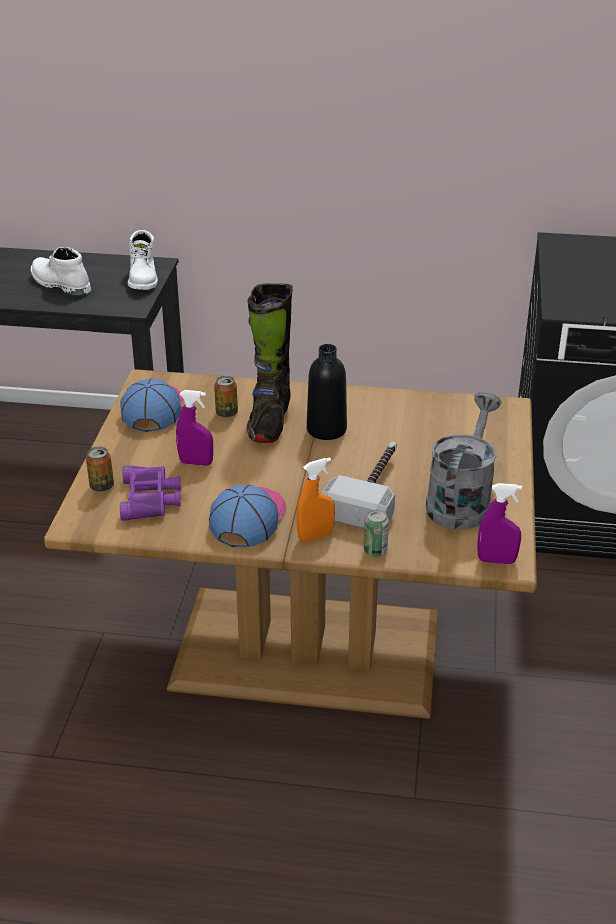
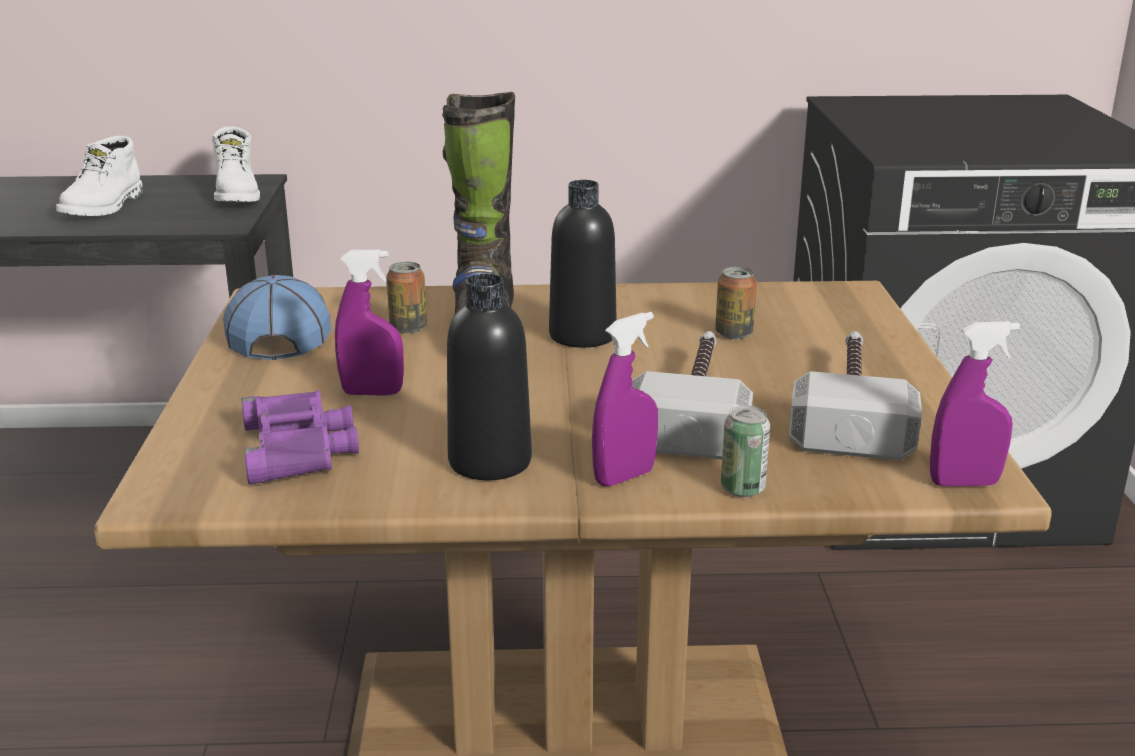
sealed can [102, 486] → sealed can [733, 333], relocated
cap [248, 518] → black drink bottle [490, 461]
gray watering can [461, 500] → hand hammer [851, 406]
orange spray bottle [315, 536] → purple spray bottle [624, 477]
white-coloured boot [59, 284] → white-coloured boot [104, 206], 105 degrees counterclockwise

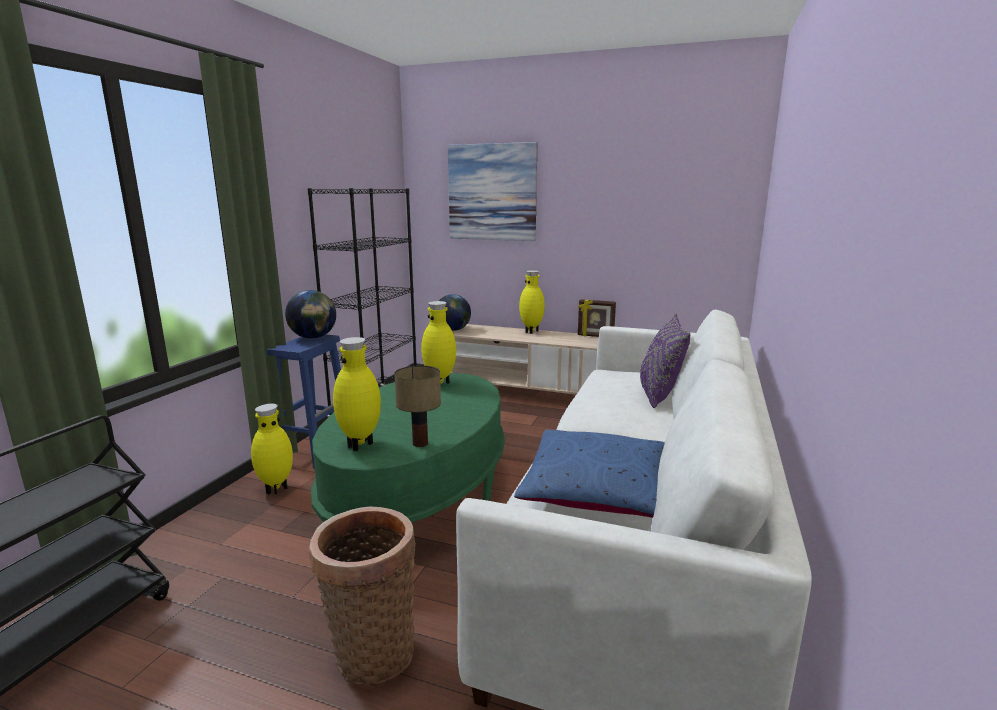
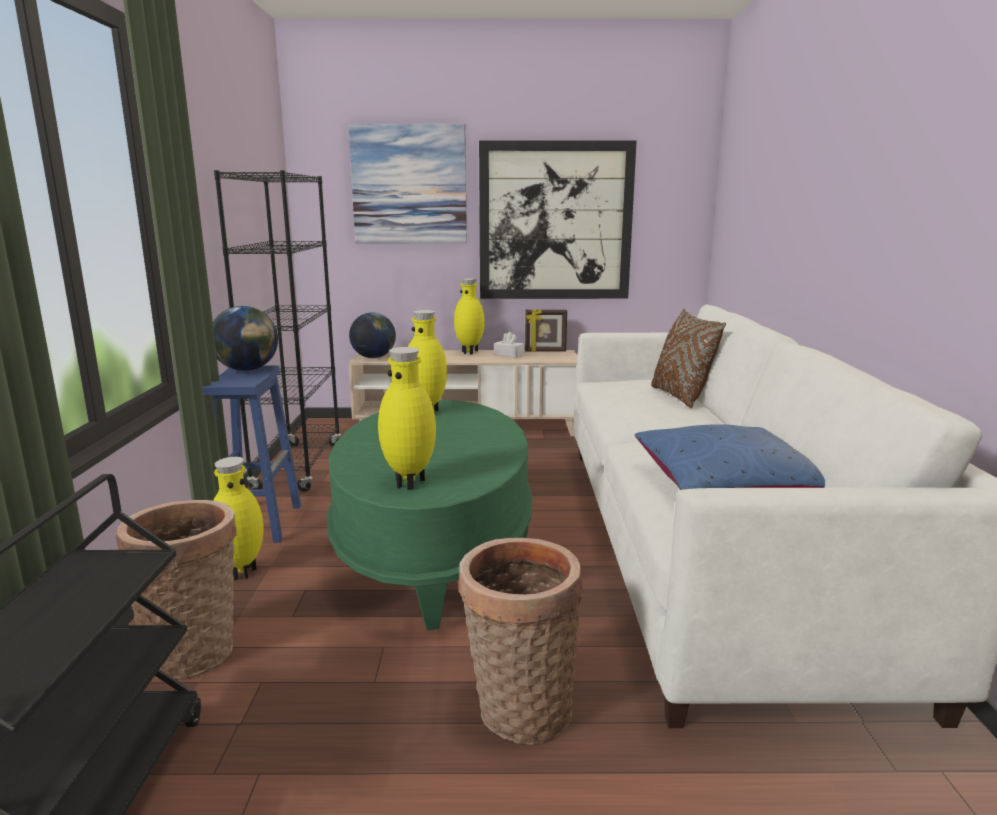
lamp for a table [419, 444] → -
- → household basket [195, 650]
- → picture [555, 221]
- → white-coloured tissue box [508, 355]
purple pillow [658, 395] → brownish pillow [680, 397]

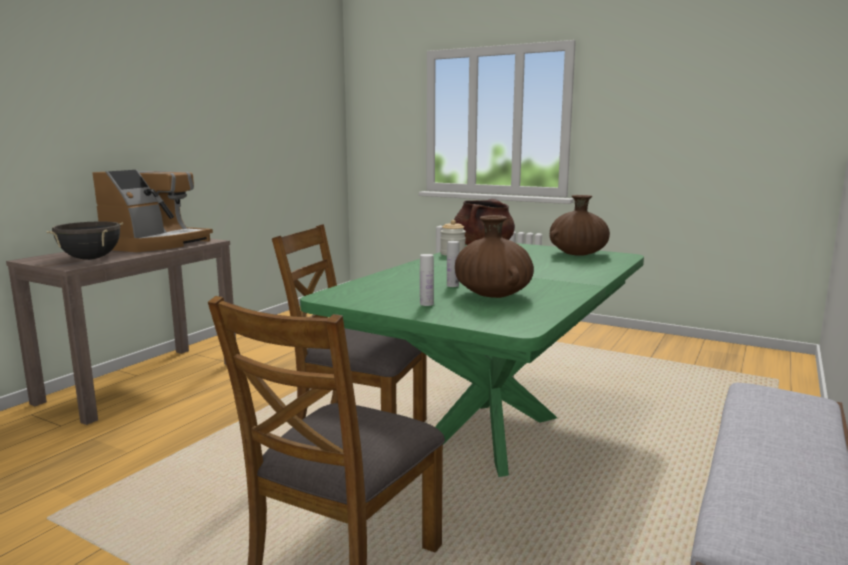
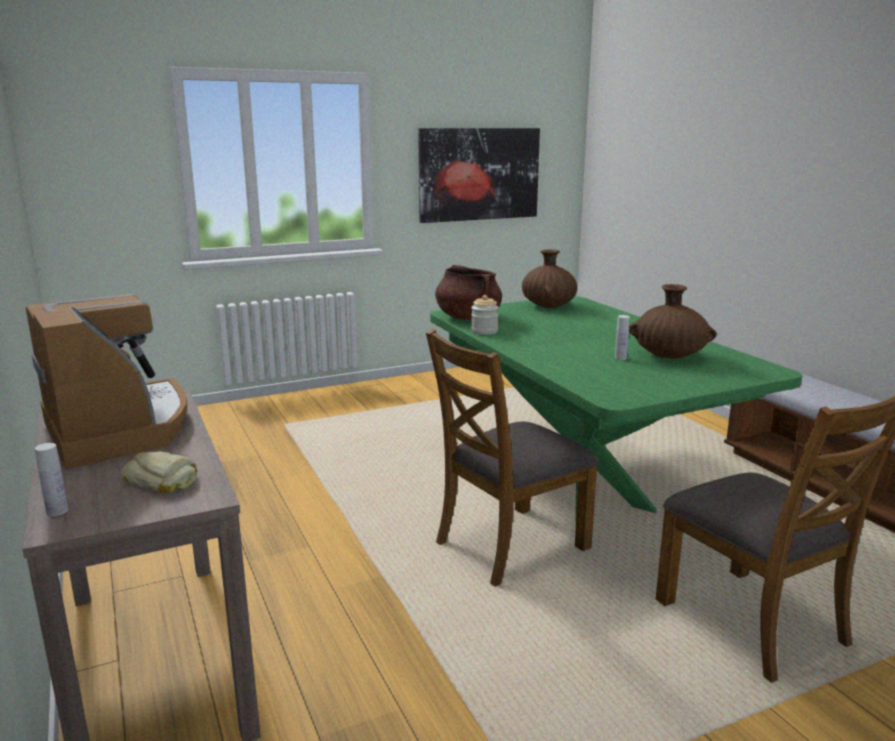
- → picture [479, 174]
white-coloured drink bottle [426, 304] → white-coloured drink bottle [57, 511], relocated
black saucepot [90, 259] → bread [161, 480]

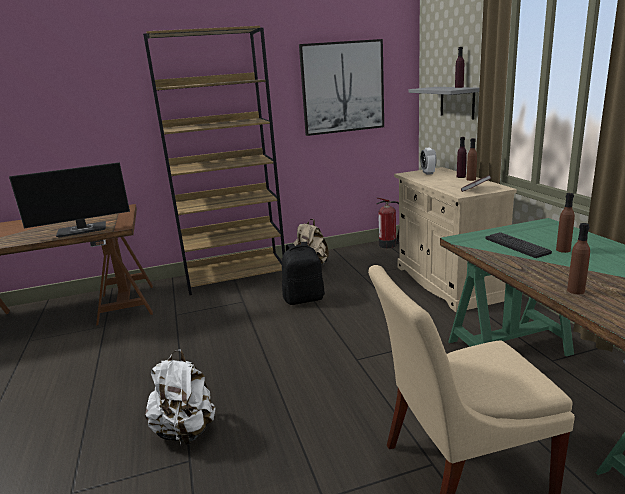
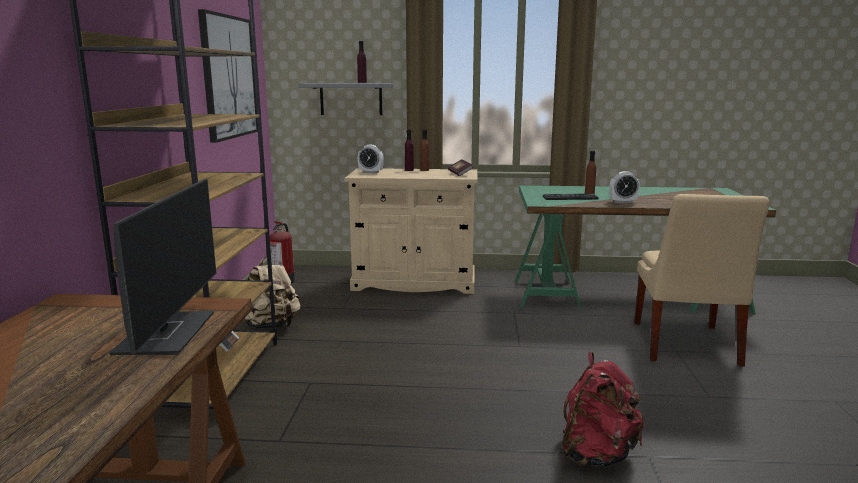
black backpack [304, 299] → -
brownish drink bottle [575, 290] → -
- → bedside clock [623, 202]
white-coloured backpack [186, 431] → reddish backpack [597, 454]

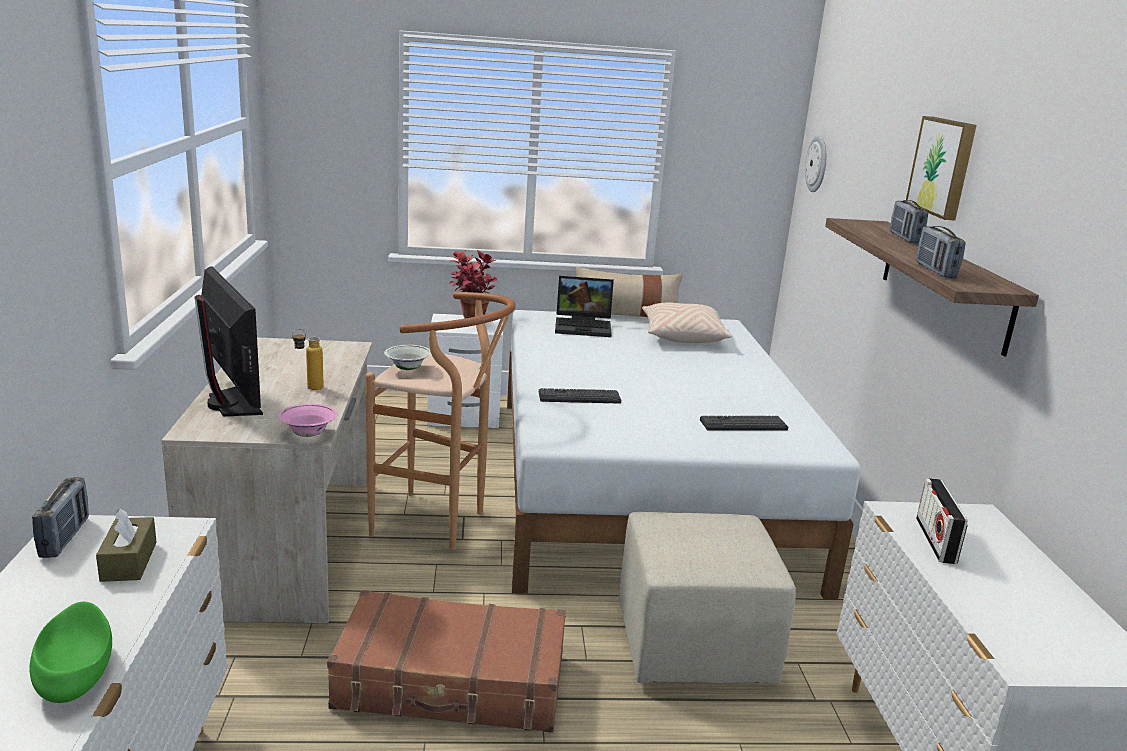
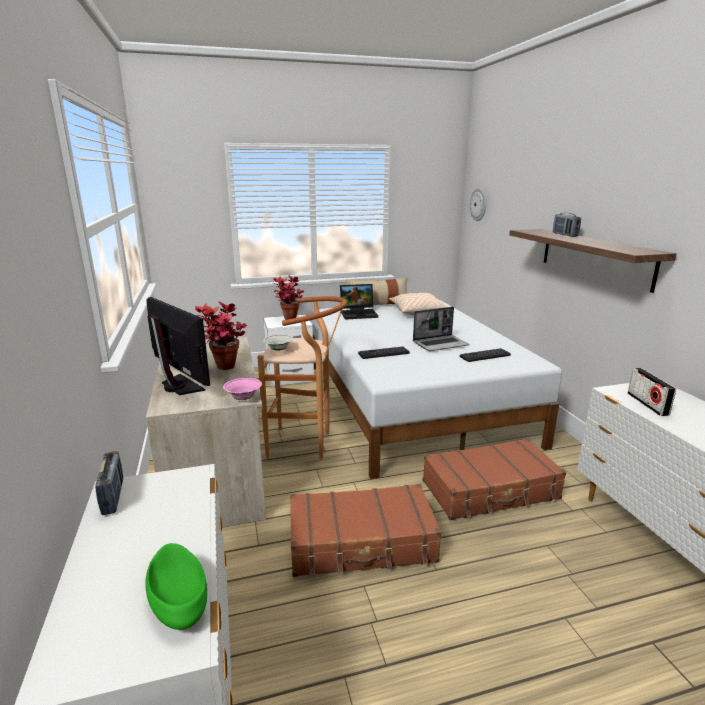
brownish tissue box [129, 561] → -
picture [943, 167] → -
radio receiver [935, 270] → -
- → portable computer [440, 344]
drink bottle [308, 388] → houseplant [225, 369]
sand-coloured pouffe [695, 645] → brownish piece of luggage [491, 490]

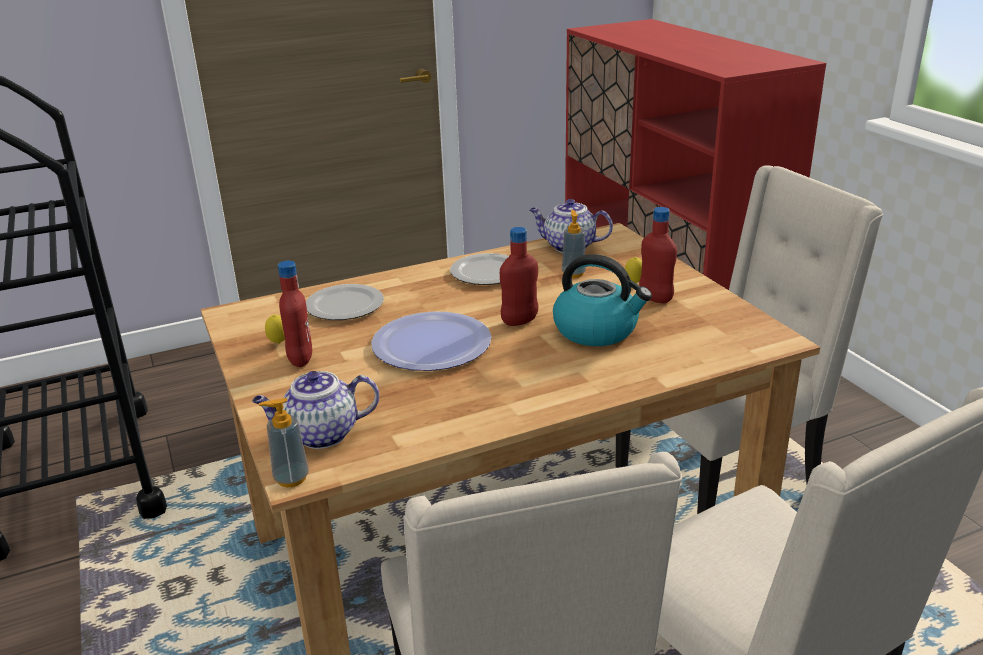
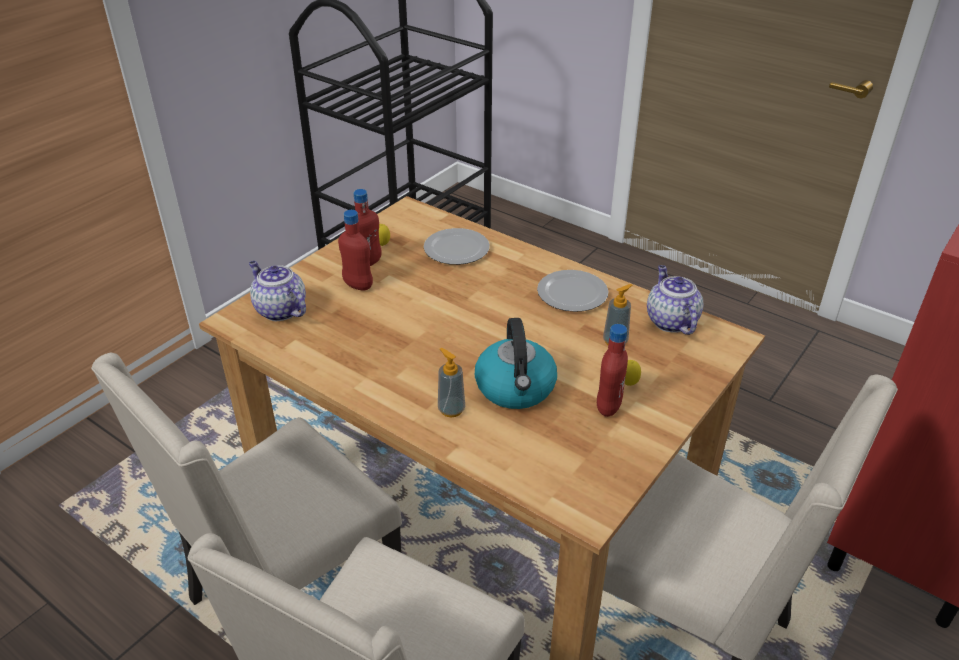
plate [431, 344] → -
soap bottle [291, 478] → soap bottle [451, 409], relocated
reddish drink bottle [519, 321] → reddish drink bottle [358, 285], relocated

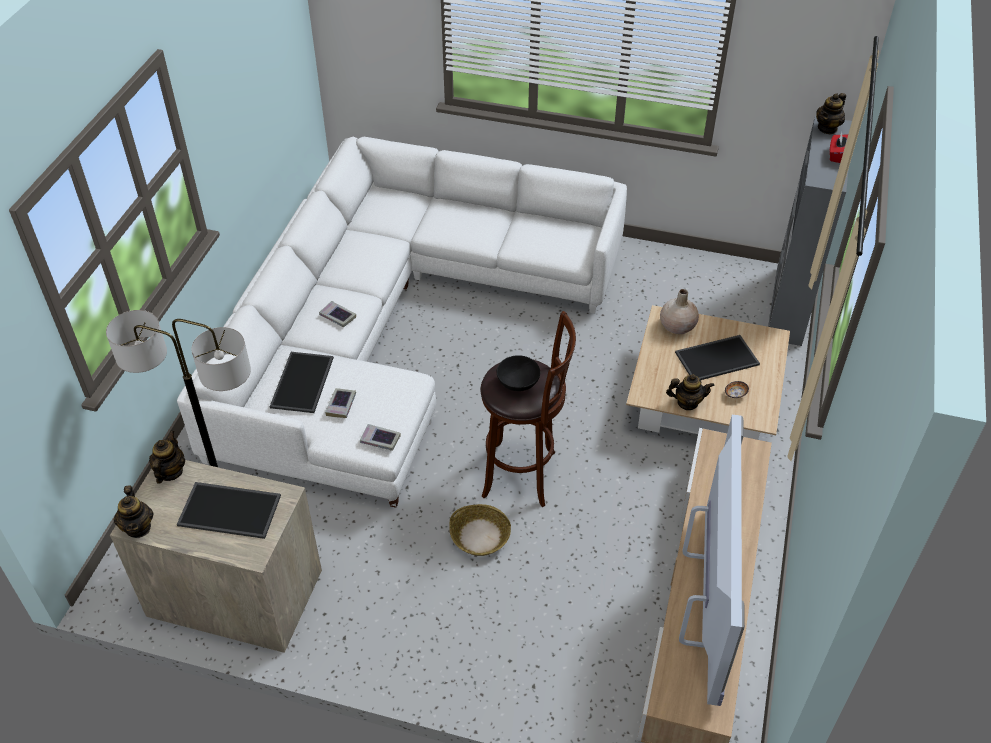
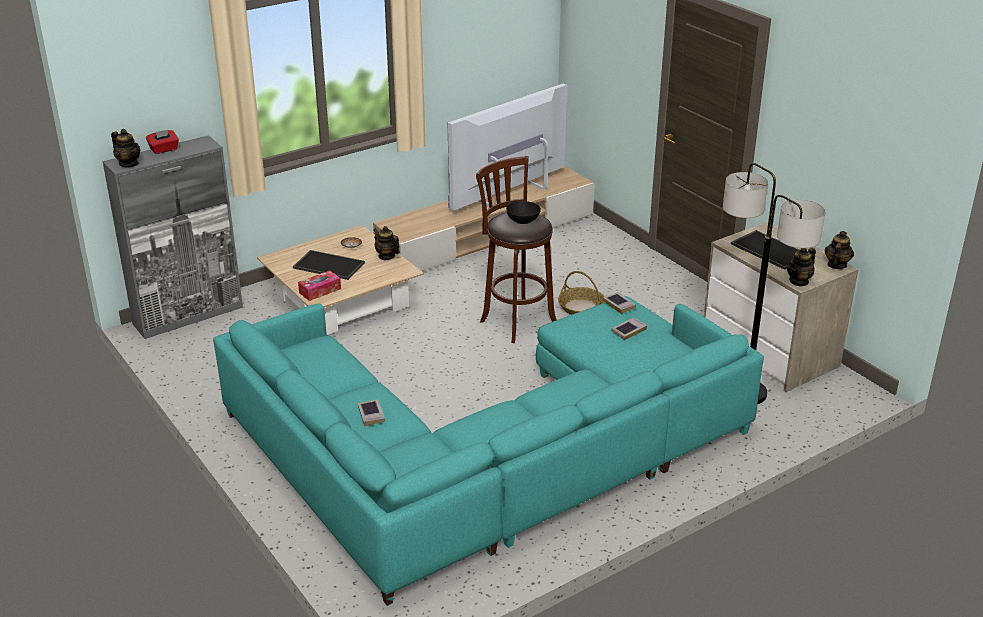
serving tray [303, 383] → -
bound book [337, 316] → bound book [371, 415], relocated
sand-coloured decorative vase [677, 326] → tissue box [320, 291]
white-coloured couch [396, 322] → turquoise-coloured couch [488, 455]
pot for tea [827, 128] → pot for tea [129, 164], 45 degrees clockwise

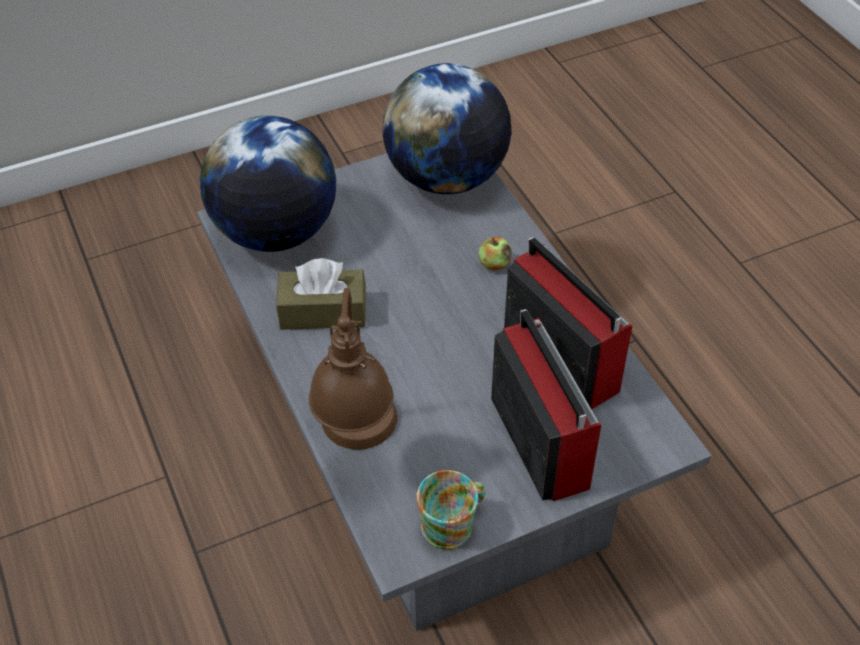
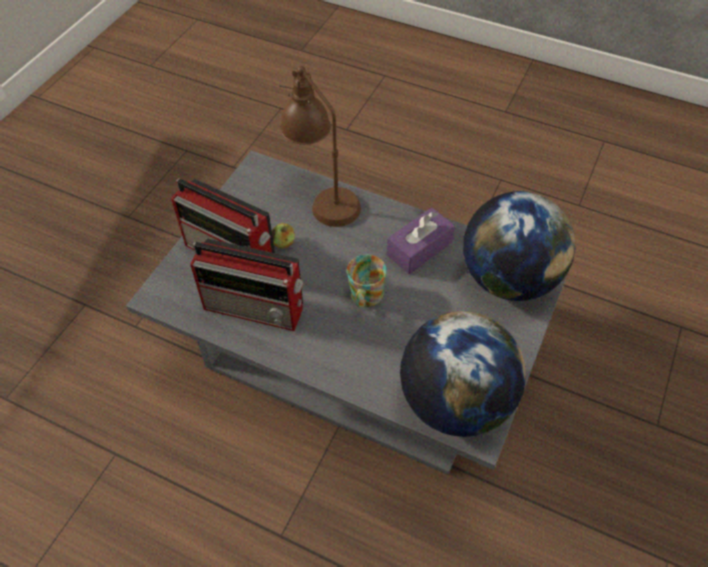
tea mug [453, 524] → tea mug [364, 297], relocated
apple [494, 264] → apple [283, 243], relocated
brownish tissue box [323, 312] → purple tissue box [419, 249]

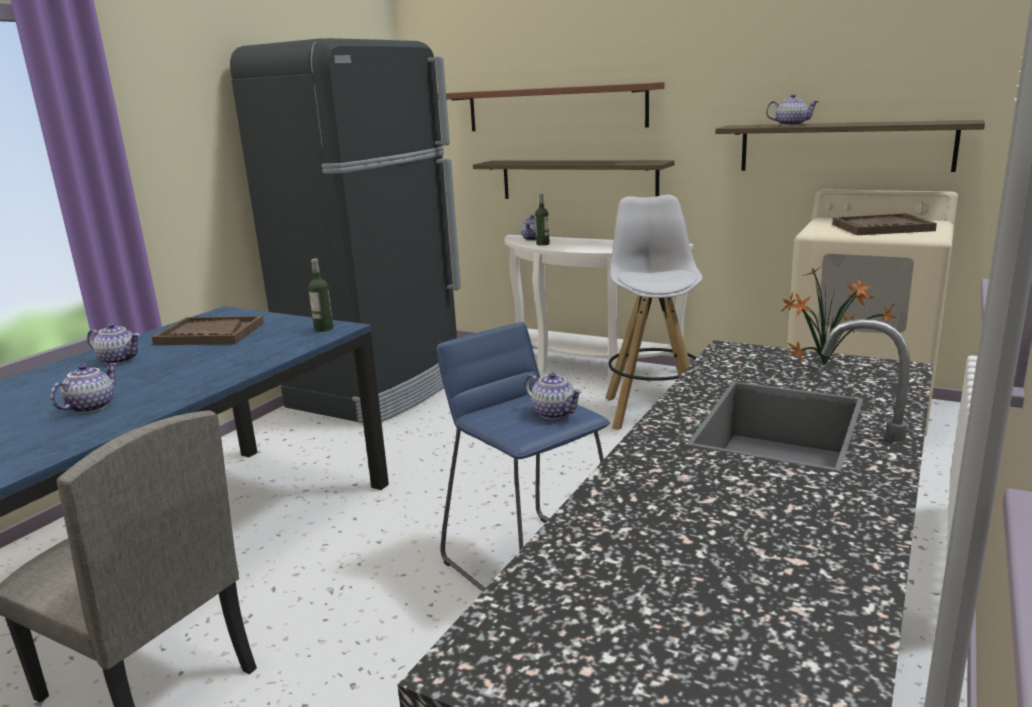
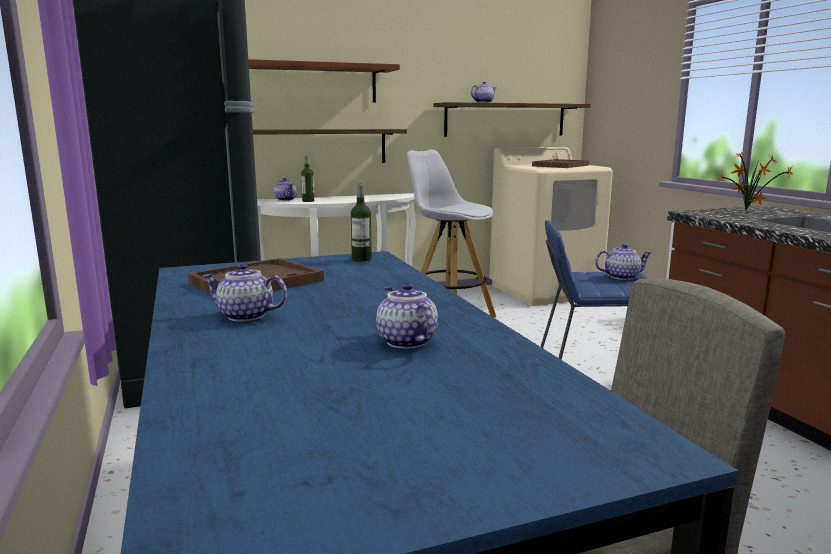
pot for tea [119, 360] → pot for tea [245, 316], 135 degrees counterclockwise

